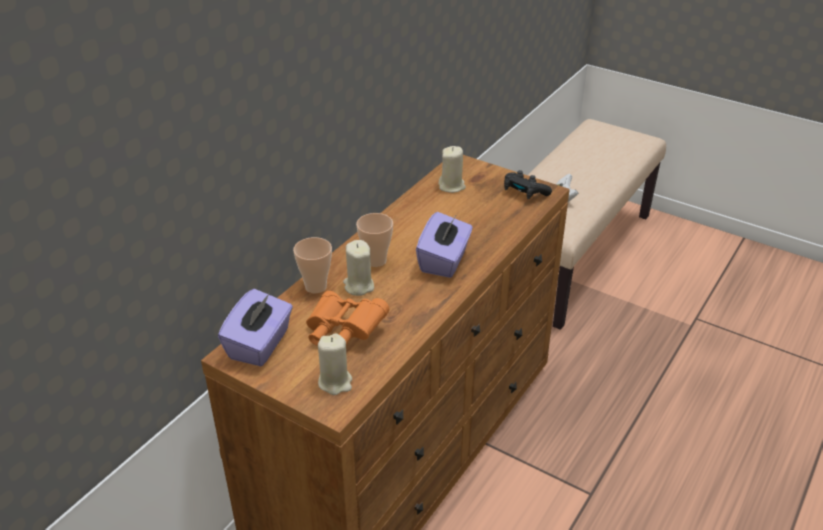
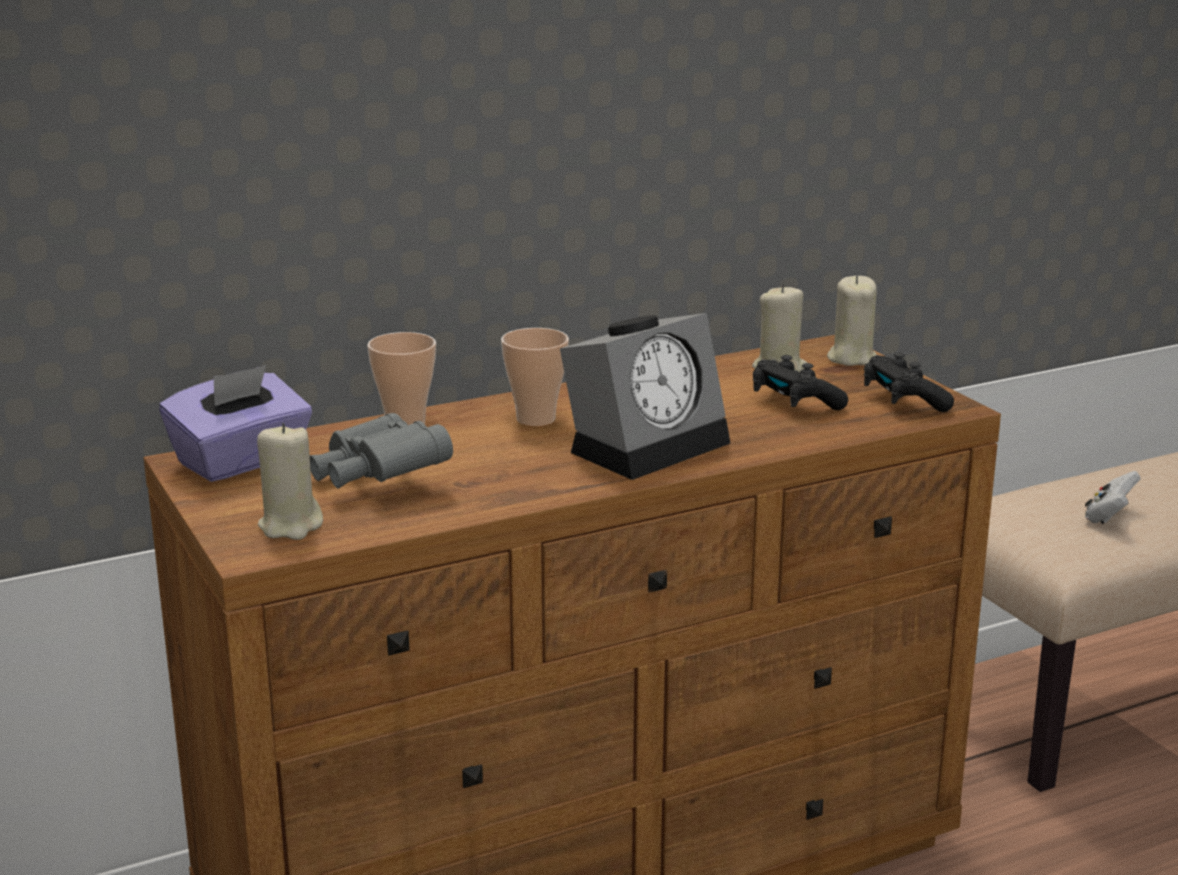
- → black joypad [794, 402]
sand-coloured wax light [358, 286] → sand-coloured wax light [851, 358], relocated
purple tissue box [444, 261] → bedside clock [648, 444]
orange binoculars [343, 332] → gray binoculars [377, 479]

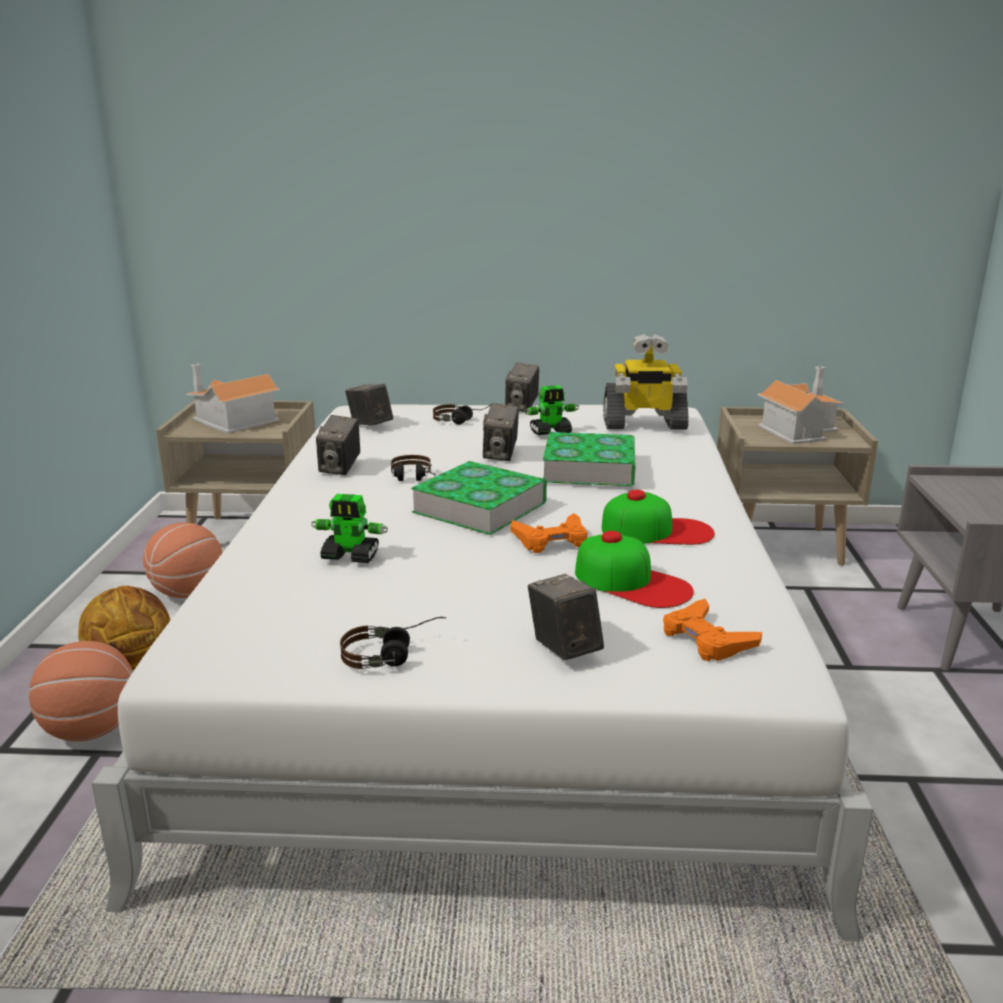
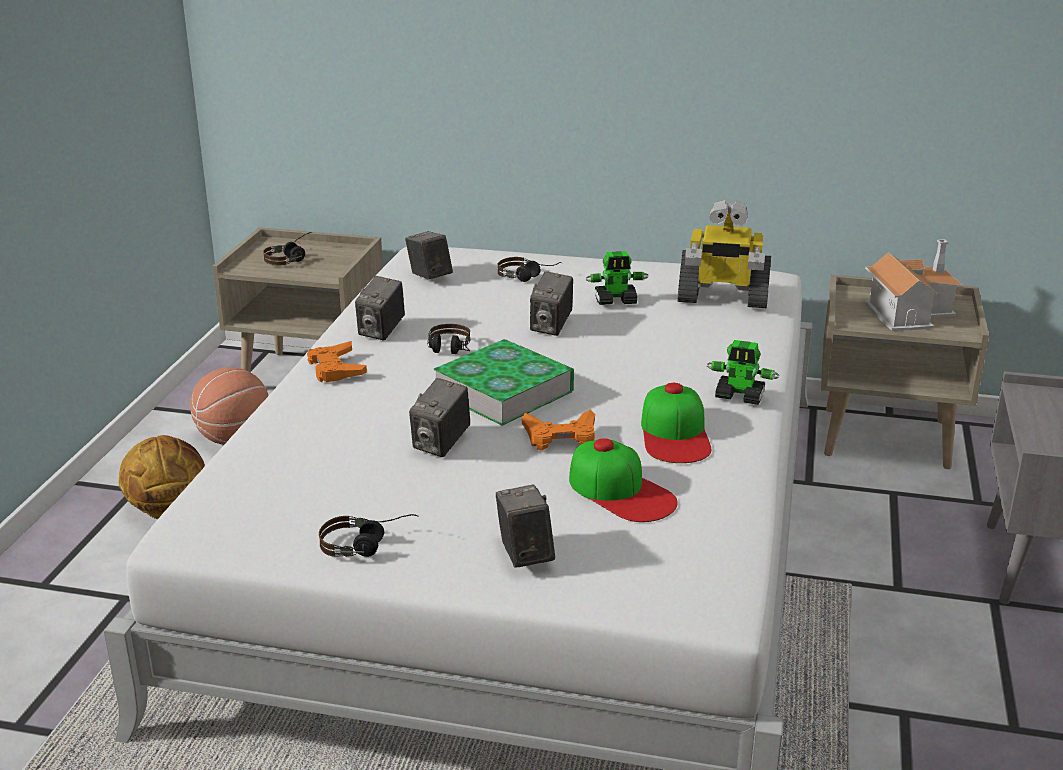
basketball ball [90, 730] → -
bound book [589, 469] → -
toy robot [351, 556] → toy robot [740, 397], relocated
photo camera [522, 407] → photo camera [441, 444], relocated
orange joypad [706, 639] → orange joypad [336, 368], relocated
miniature house [232, 421] → headphones [292, 258]
cap [657, 530] → cap [675, 434], 75 degrees clockwise

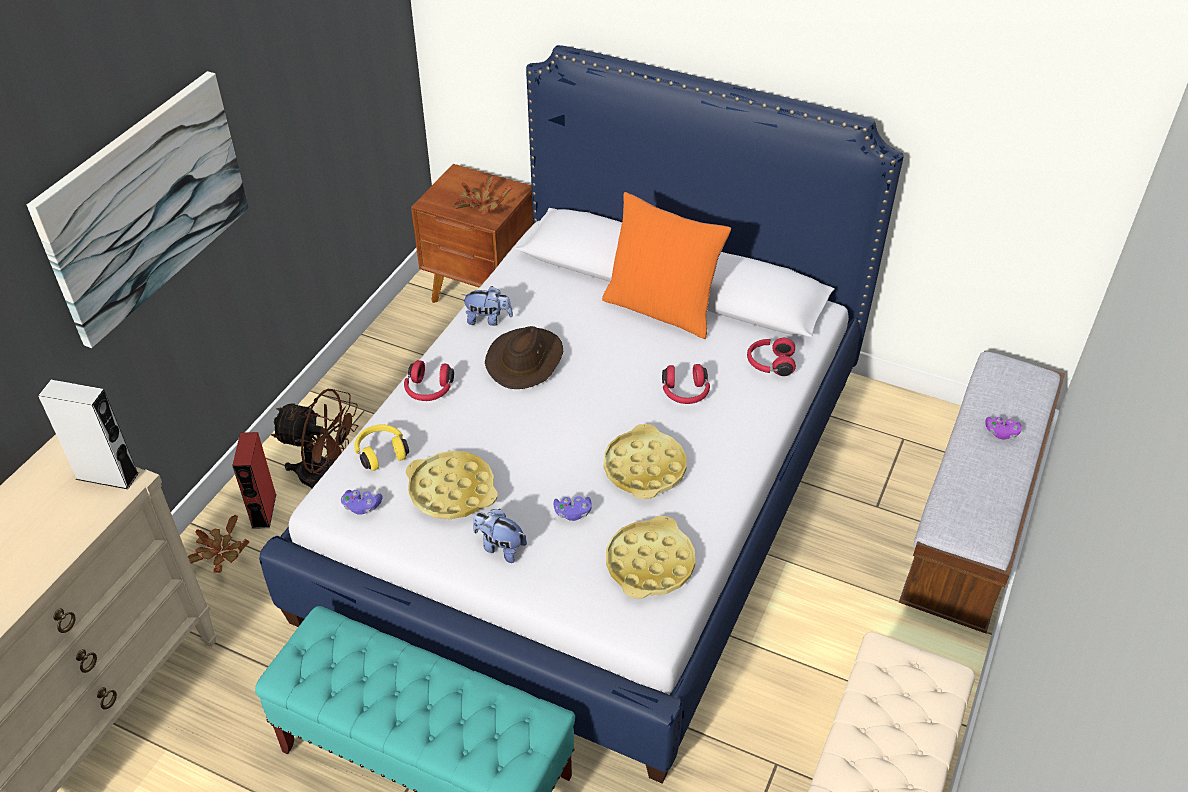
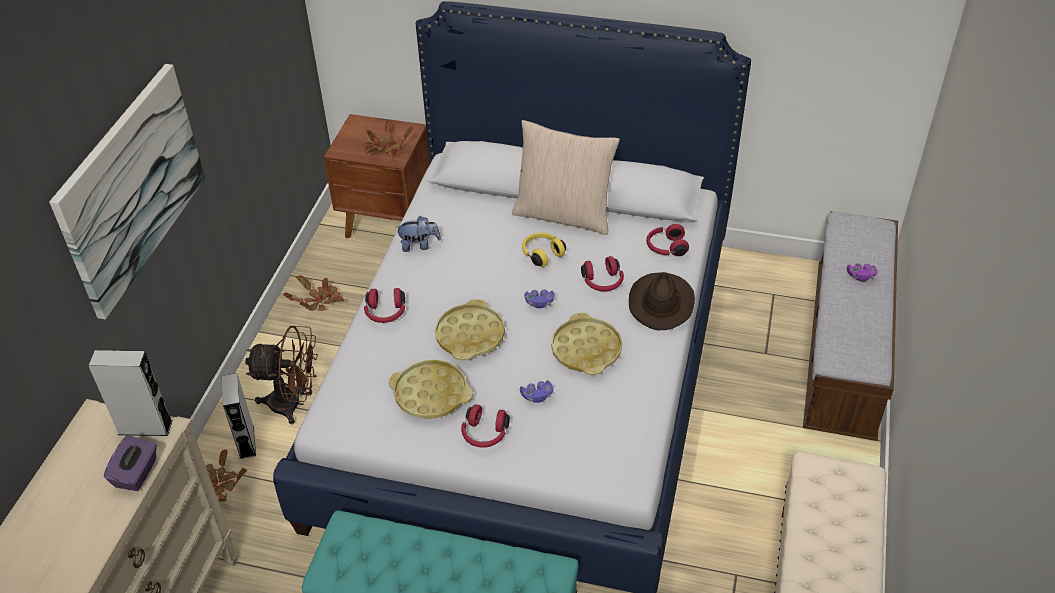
- → purple tissue box [136, 473]
- → houseplant [318, 301]
purple joypad [362, 507] → purple joypad [539, 303], relocated
yellow-coloured headphones [381, 452] → yellow-coloured headphones [542, 254], relocated
brownish wearable hat [525, 360] → brownish wearable hat [660, 303], relocated
yellow-coloured serving tray [650, 563] → yellow-coloured serving tray [470, 335], relocated
cuddly toy [500, 547] → reddish headphones [484, 434]
reddish loudspeaker [264, 510] → gray loudspeaker [246, 442]
orange pillow [662, 308] → sand-coloured pillow [564, 214]

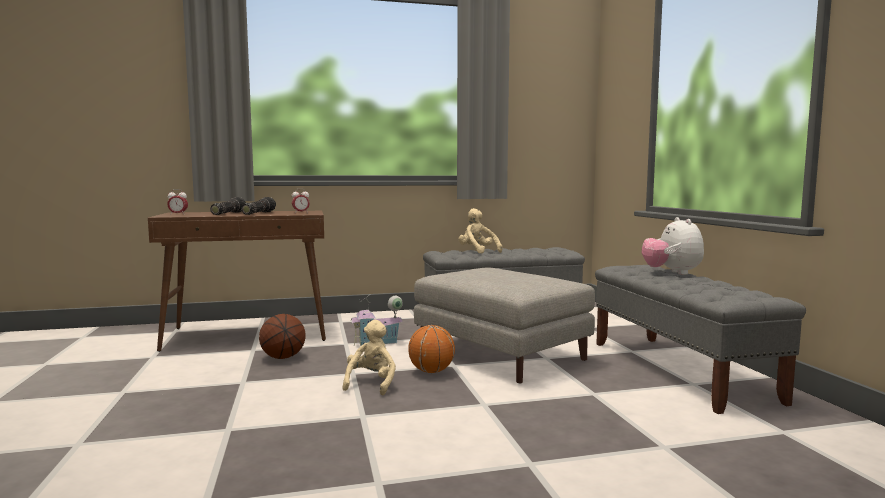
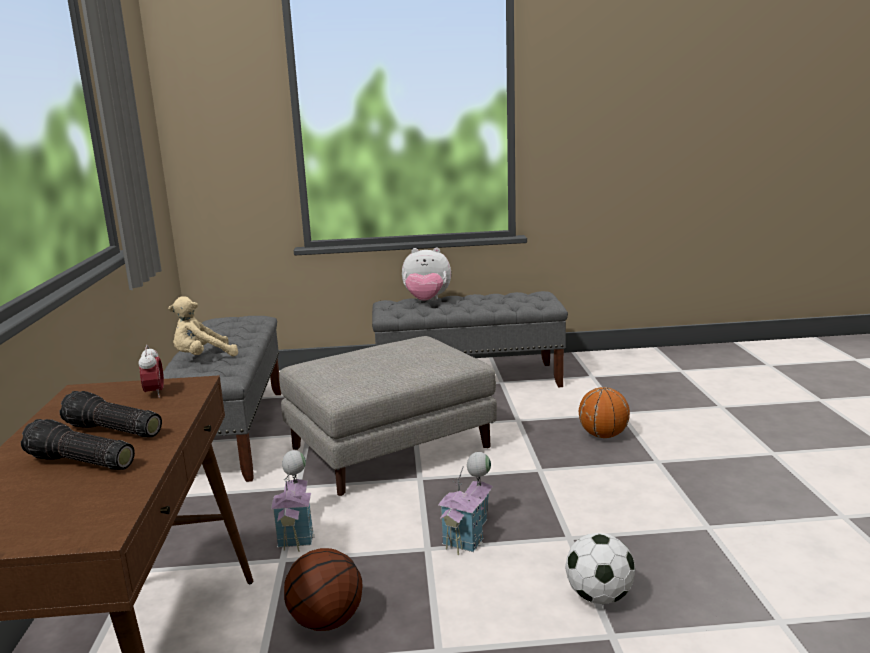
bedside clock [178, 215] → -
- → football ball [598, 596]
basketball ball [431, 371] → basketball ball [603, 435], relocated
sand-coloured cuddly toy [371, 383] → miniature house [469, 533]

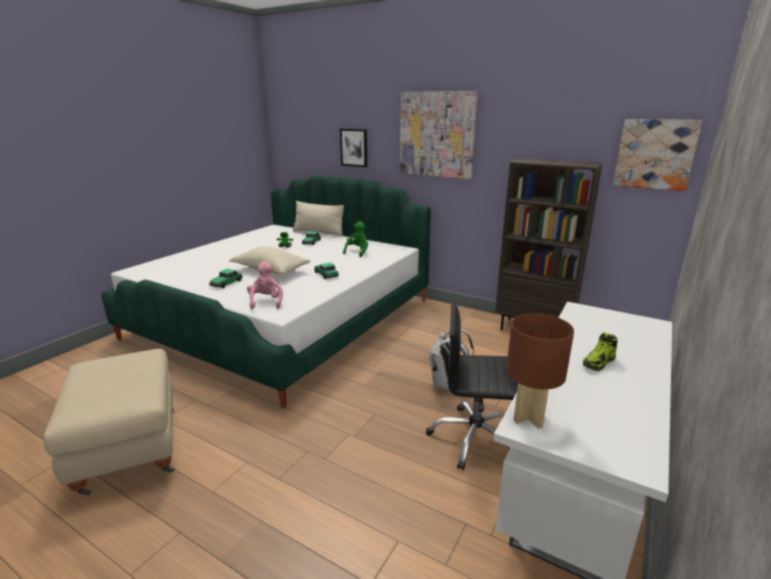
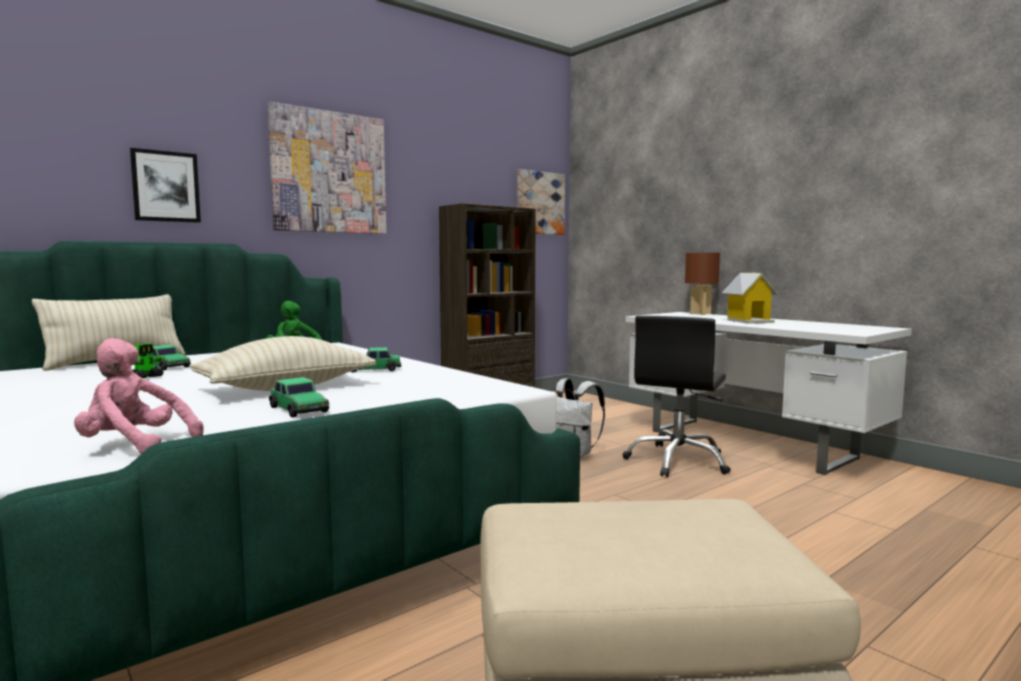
pinkish cuddly toy [266, 302] → pinkish cuddly toy [135, 446], relocated
brownish lamp for a table [528, 418] → brownish lamp for a table [700, 314], relocated
shoe [598, 363] → miniature house [749, 321]

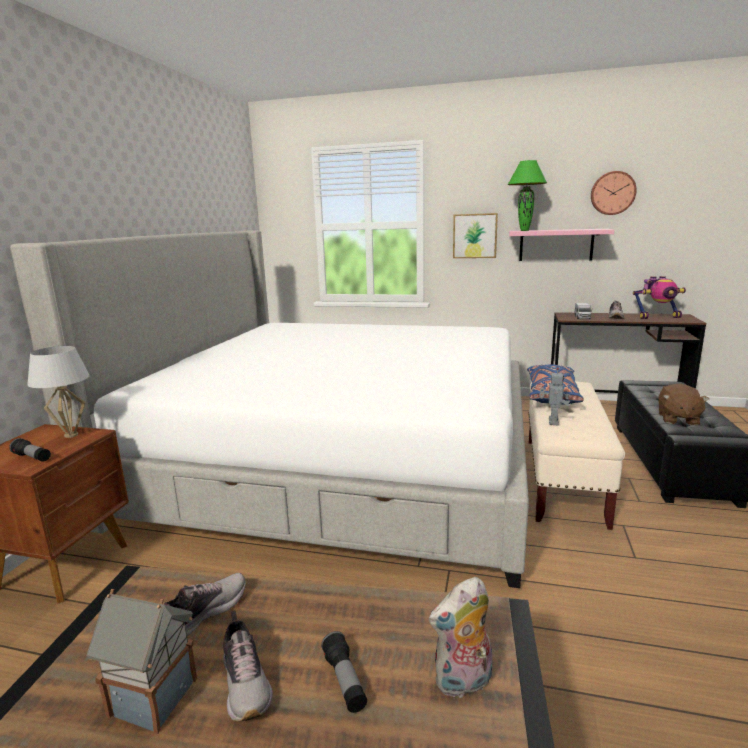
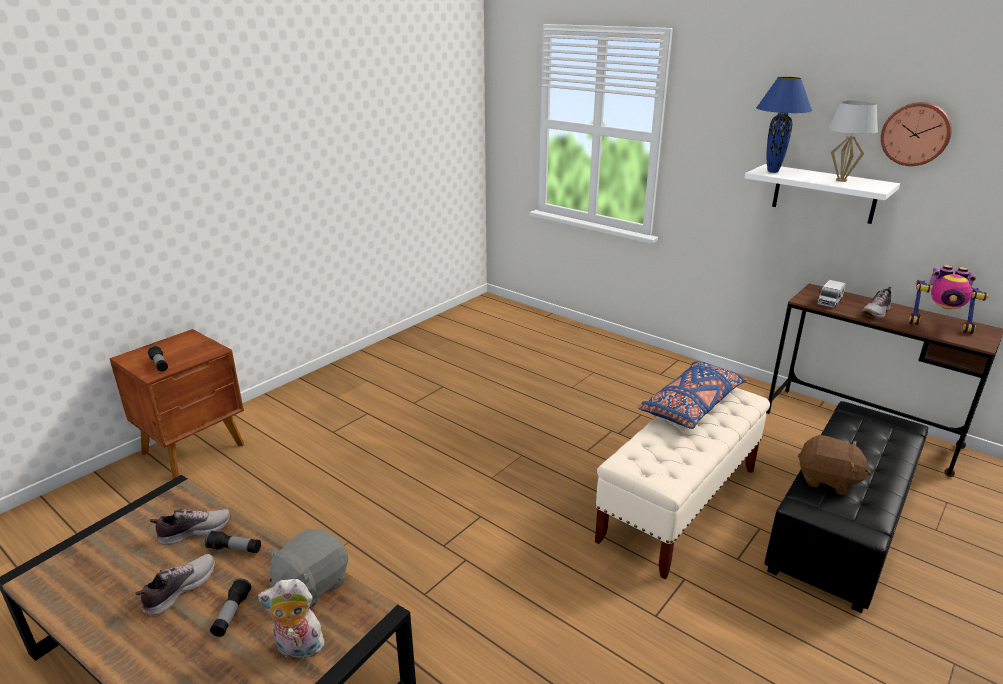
sleeping bed [340, 460] → -
miniature house [155, 697] → -
picture [475, 236] → -
toy robot [552, 421] → -
- → flashlight [235, 549]
- → gray cuddly toy [311, 585]
white-coloured lamp for a table [71, 435] → white-coloured lamp for a table [841, 180], relocated
greenish lamp for a table [524, 230] → blue lamp for a table [772, 171]
pinkish wall shelf [556, 245] → white-coloured wall shelf [824, 194]
shoe [246, 682] → shoe [179, 590], 150 degrees counterclockwise
brownish cuddly toy [677, 419] → brownish cuddly toy [827, 480], 105 degrees counterclockwise

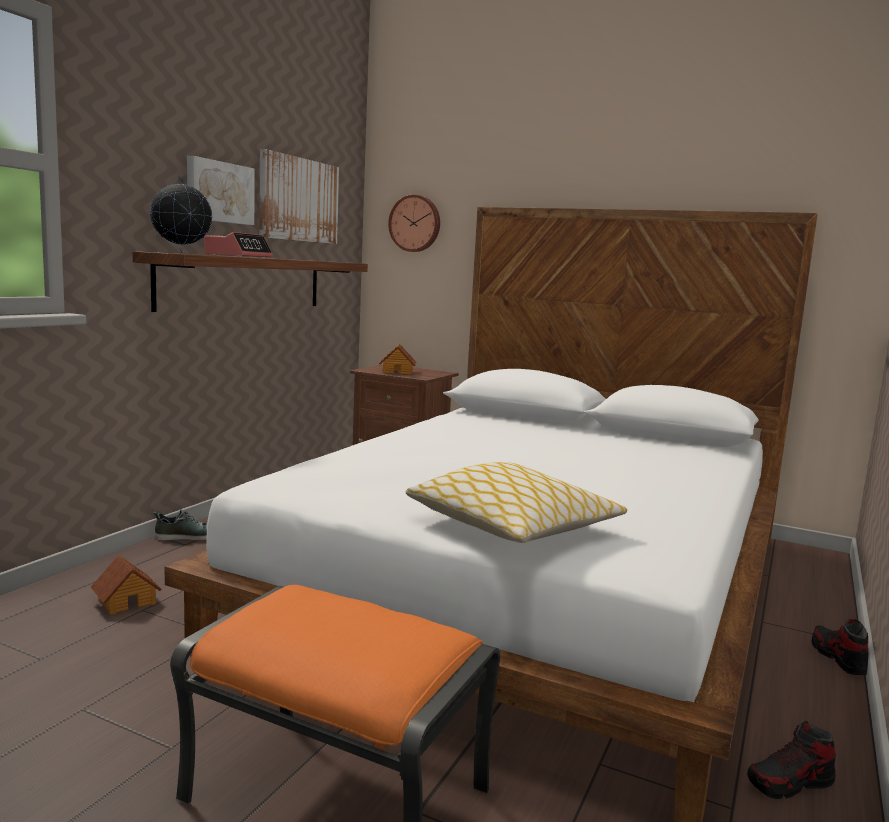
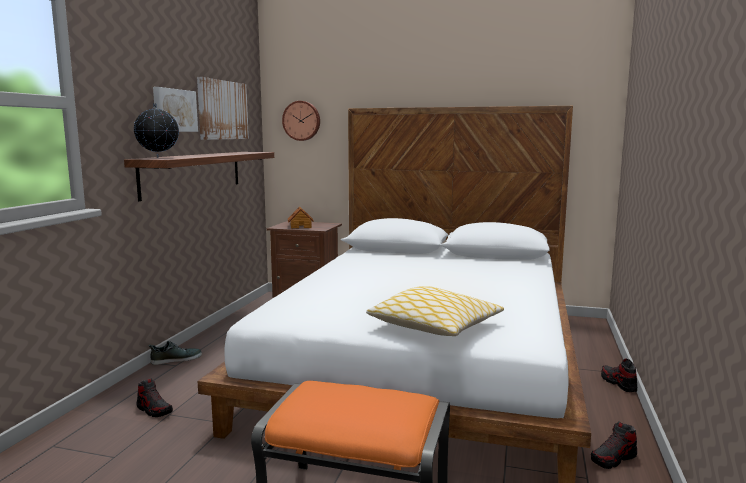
bedside clock [238, 256] → -
miniature house [126, 601] → shoe [154, 410]

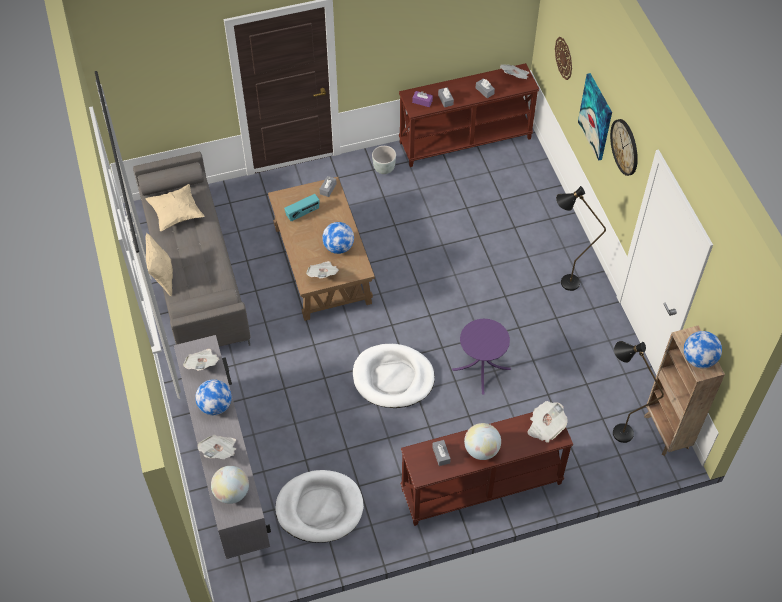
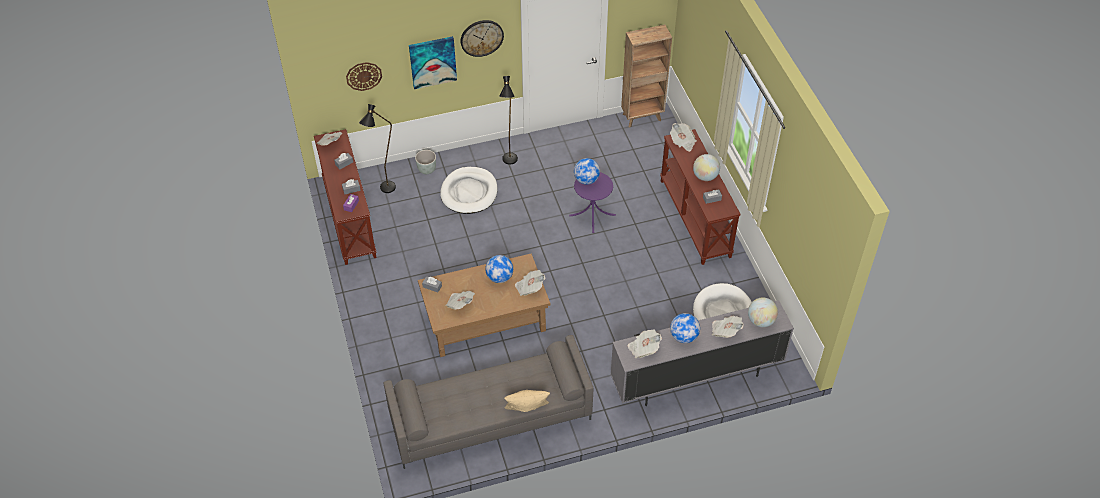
sand-coloured pillow [176, 214] → -
white-coloured dog bed [393, 378] → white-coloured dog bed [469, 192], relocated
gray plant pot [384, 169] → gray plant pot [427, 170], relocated
black standard lamp [615, 430] → black standard lamp [385, 191], relocated
globe [698, 359] → globe [586, 180], relocated
radio receiver [303, 213] → newspaper [460, 304]

